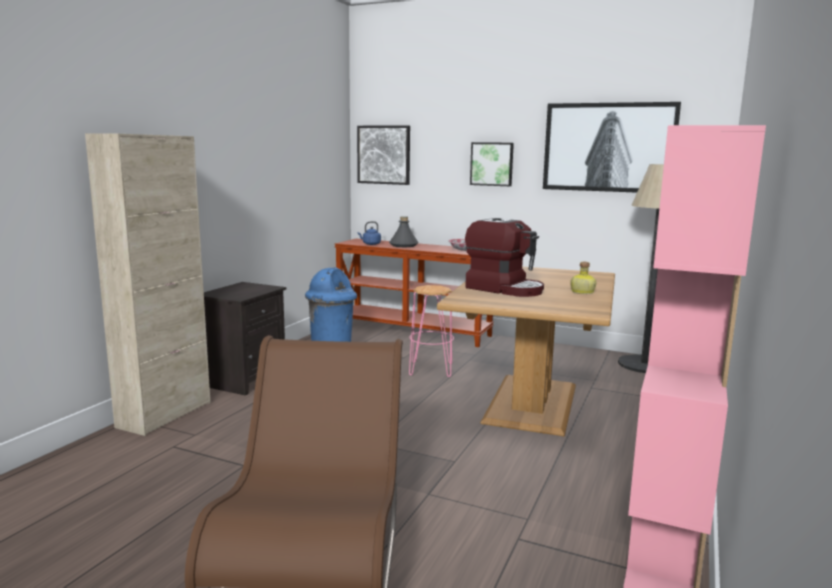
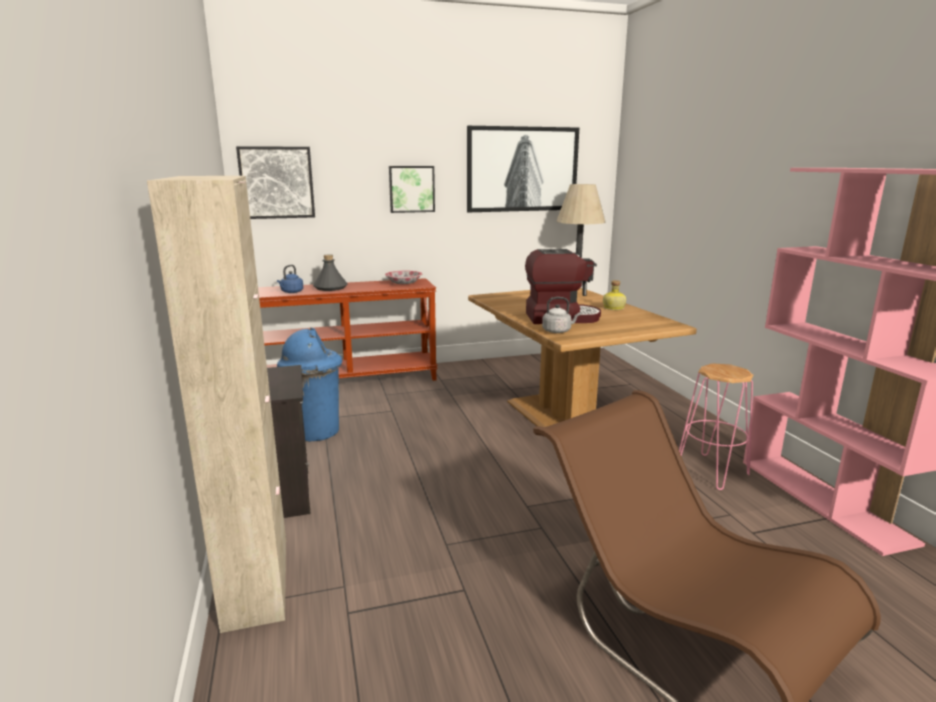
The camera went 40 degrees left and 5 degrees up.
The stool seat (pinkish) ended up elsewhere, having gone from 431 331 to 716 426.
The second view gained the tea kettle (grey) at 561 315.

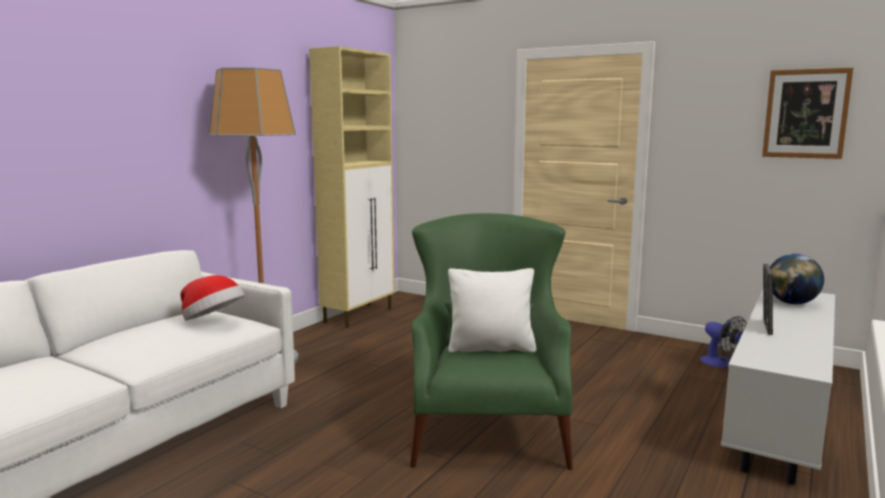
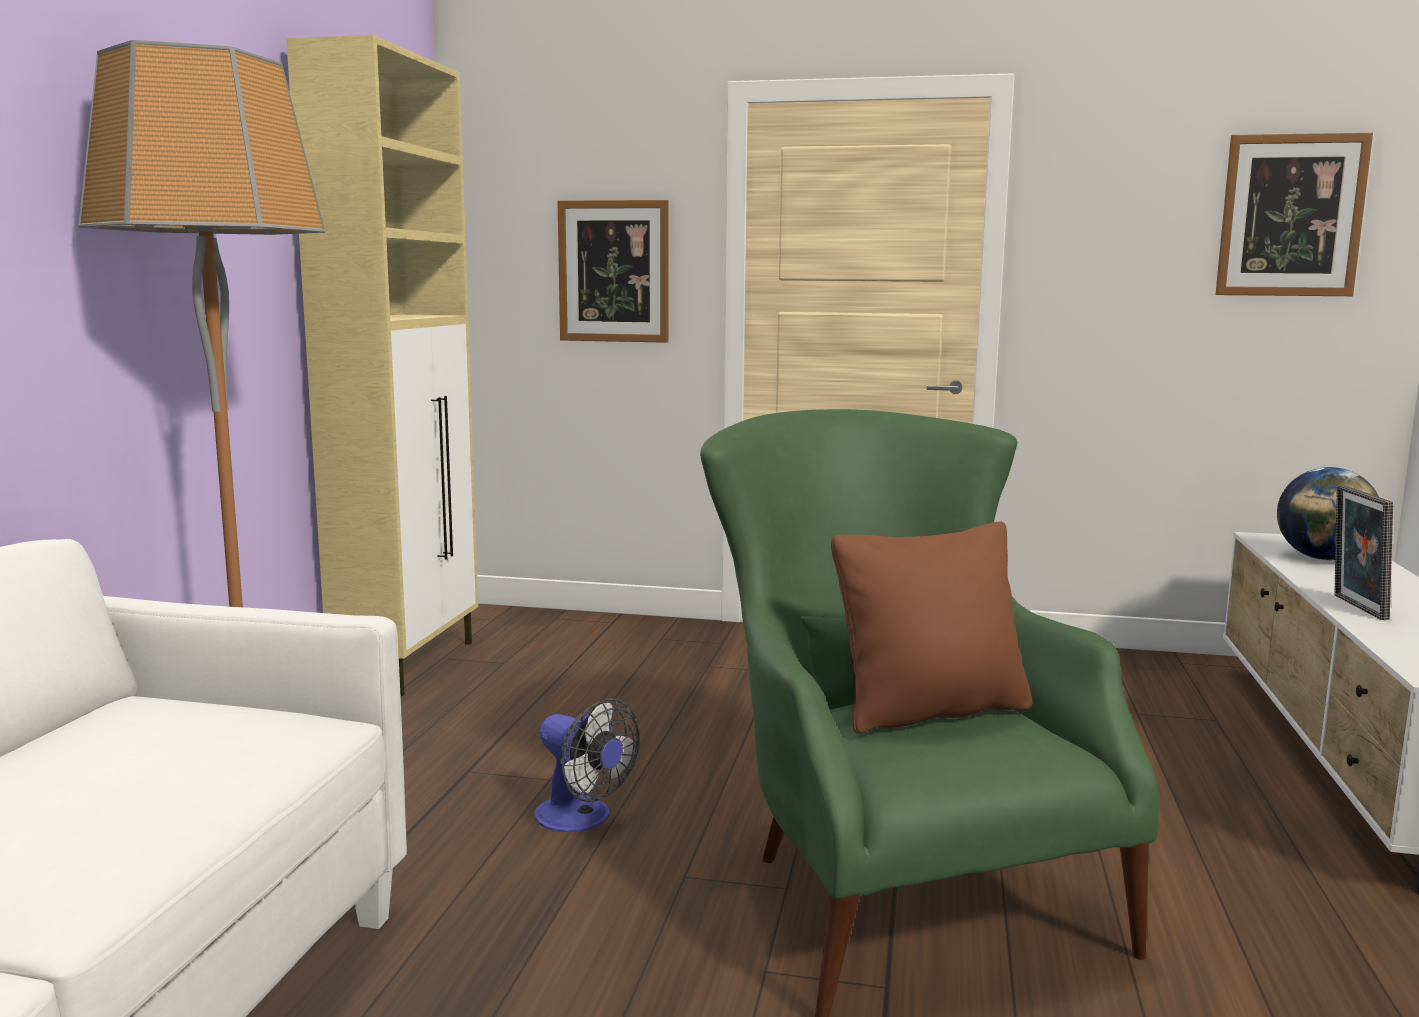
The camera went 20 degrees left and 0 degrees up.
What was the pillow (white-coloured) at 492 310 turned into the pillow (brown-coloured) at 932 628.
The second view lost the hat at 213 297.
The cooling fan ended up elsewhere, having gone from 723 341 to 586 765.
The second view gained the wall art at 613 271.

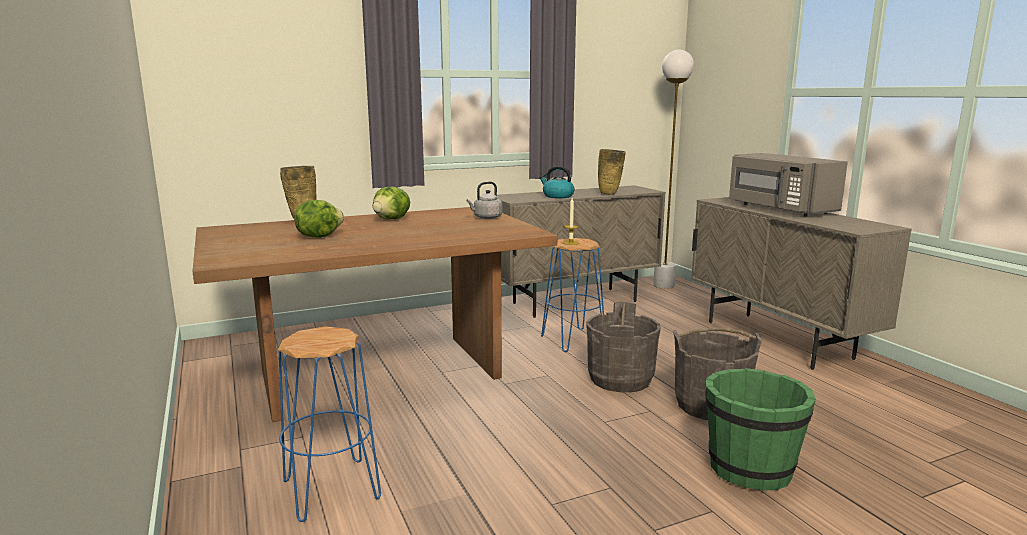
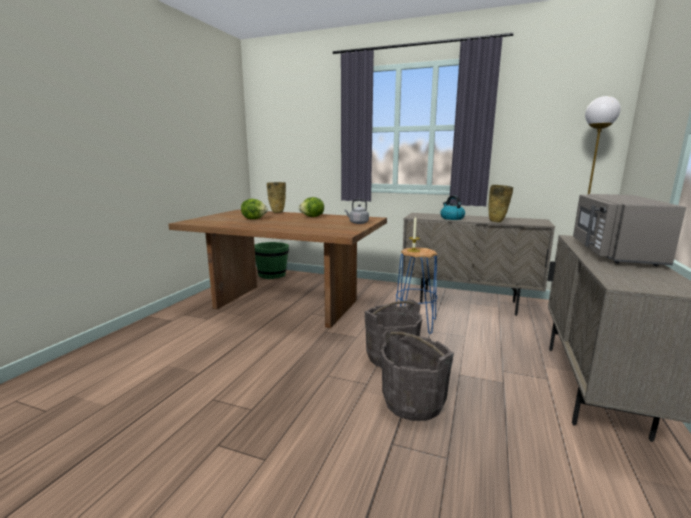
The camera went 45 degrees right and 0 degrees up.
The second view lost the stool seat (blue) at 329 424.
The pail (green) ended up elsewhere, having gone from 760 429 to 271 260.

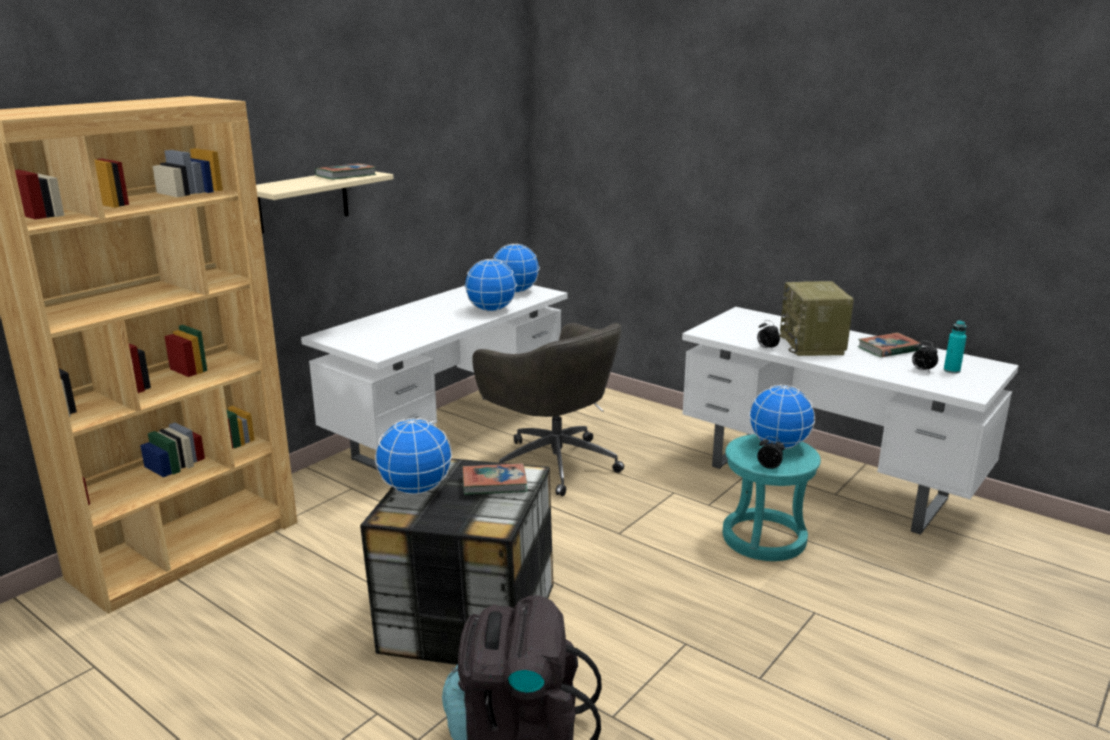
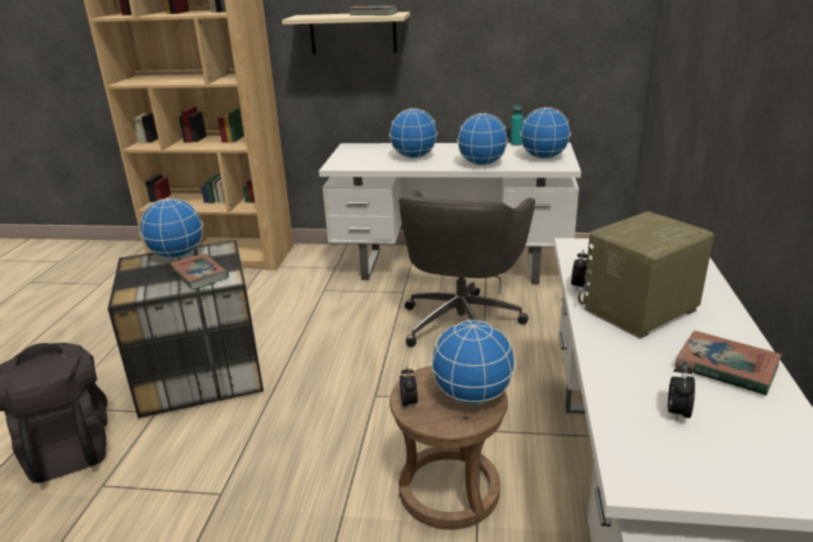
The camera went 60 degrees right and 5 degrees up.
The beverage bottle (turquoise) ended up elsewhere, having gone from 955 347 to 517 125.
What was the stool seat (turquoise) at 772 497 turned into the stool seat (brown-coloured) at 449 448.
The second view gained the desk globe at 413 133.

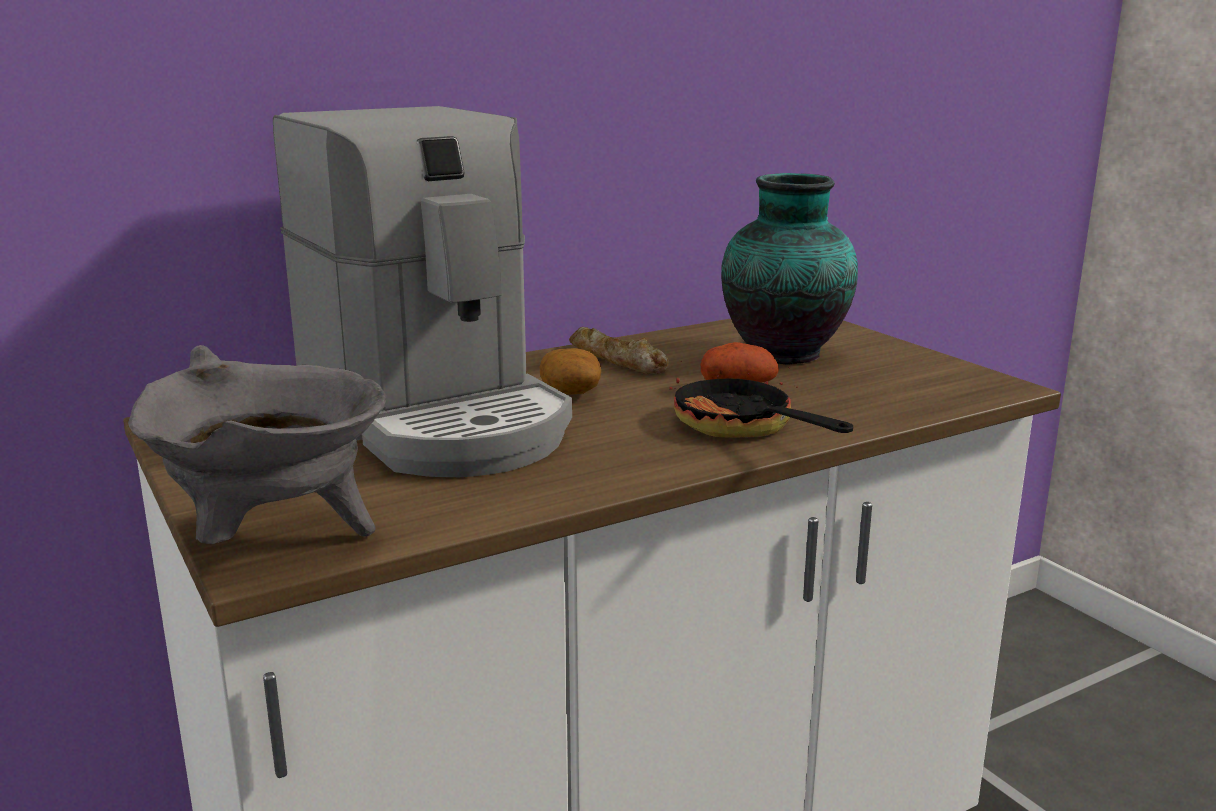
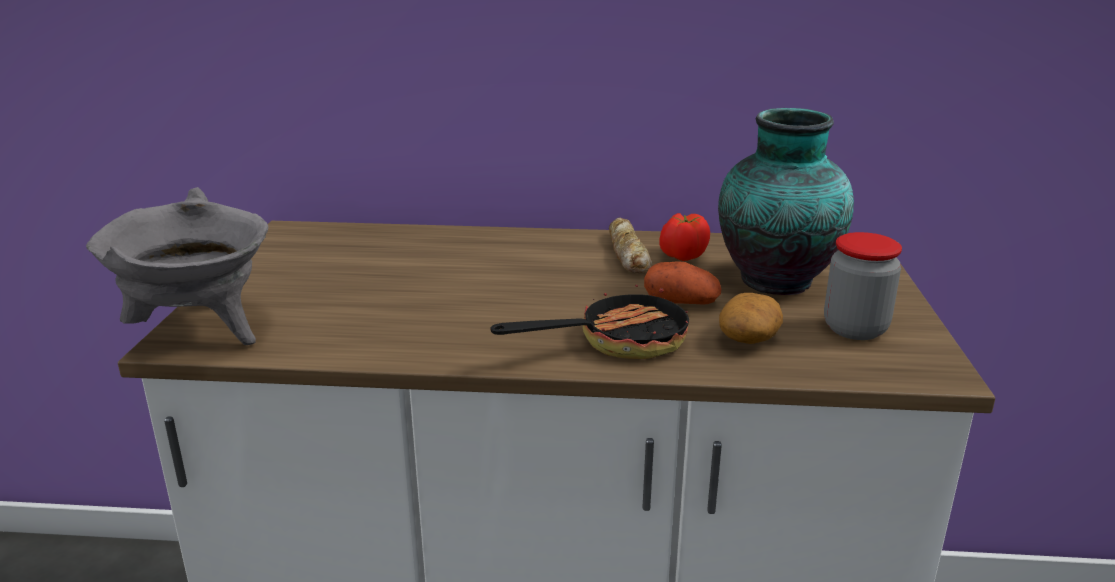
The camera went 35 degrees right and 5 degrees up.
The second view lost the coffee maker at 422 291.
The whole potato ended up elsewhere, having gone from 570 371 to 751 318.
The frying pan at 761 399 ended up facing another way, 60 degrees clockwise from before.
The second view gained the fresh tomato at 684 237.
The second view gained the storage jar at 863 286.

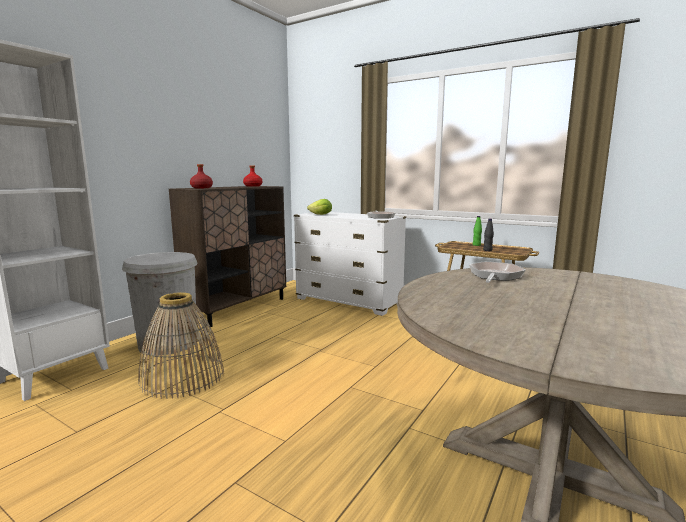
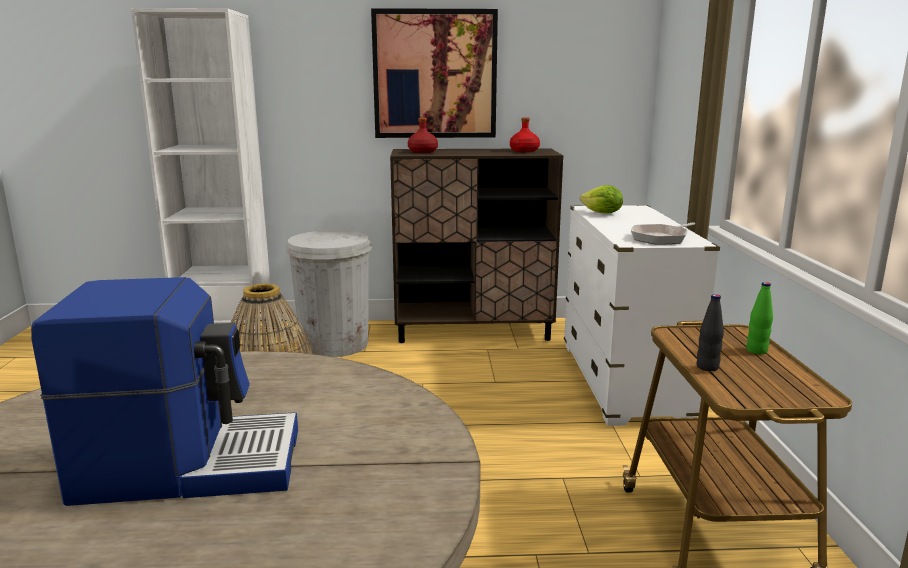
The camera went 55 degrees right and 5 degrees up.
The second view lost the frying pan at 497 272.
The second view gained the wall art at 434 73.
The second view gained the coffee maker at 164 391.

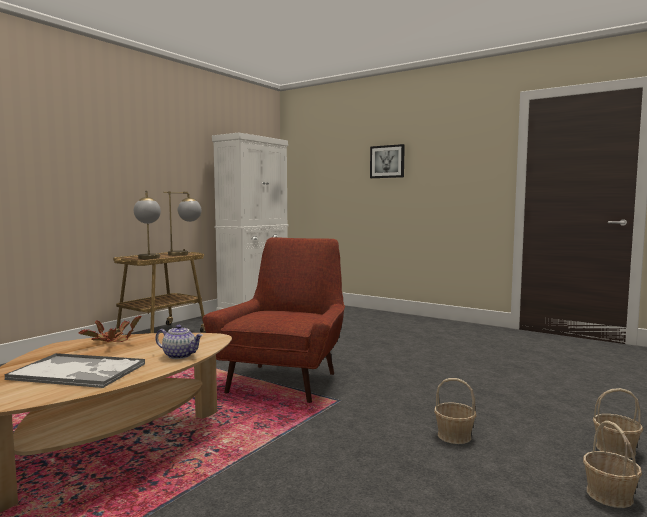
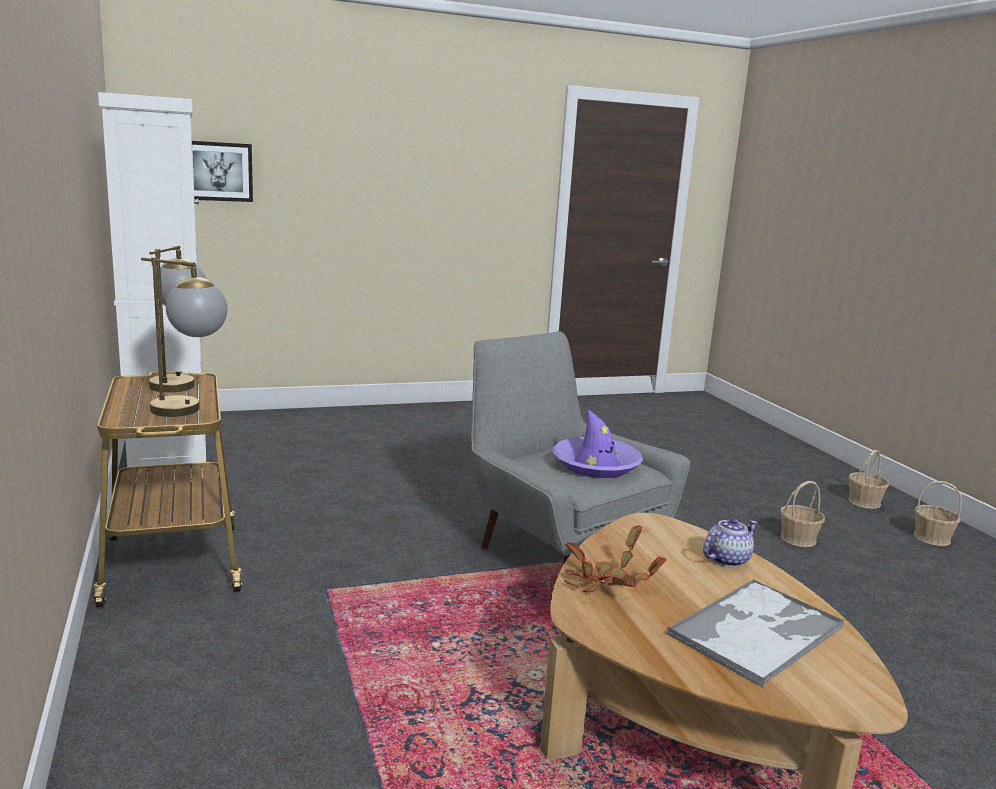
The camera went 55 degrees left and 10 degrees up.
The wall art ended up elsewhere, having gone from 387 161 to 222 171.
What was the easy chair (red) at 274 320 turned into the easy chair (grey) at 580 448.
The second view gained the hat (purplish) at 597 443.

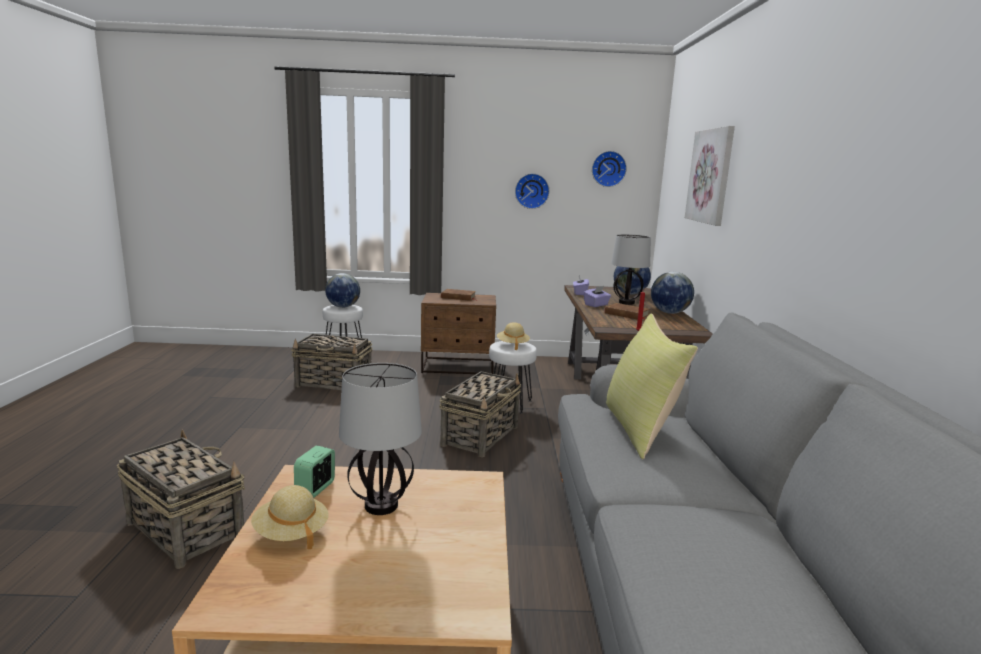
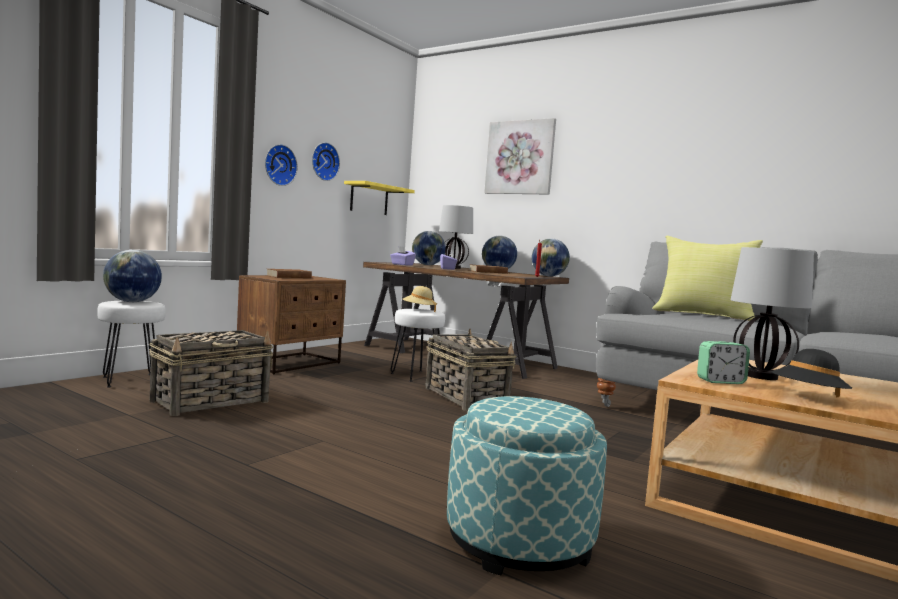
The camera went 55 degrees left and 10 degrees down.
The wall clock ended up elsewhere, having gone from 609 169 to 281 165.
Where the storage basket stood at 181 499, the pouffe came to stand at 527 485.
The alarm clock at 314 472 ended up facing another way, 60 degrees counterclockwise from before.
What was the hat (beige) at 290 517 turned into the hat (blackish) at 811 373.
The second view gained the bracket shelf (yellow) at 379 198.
The second view gained the desk globe at 551 257.

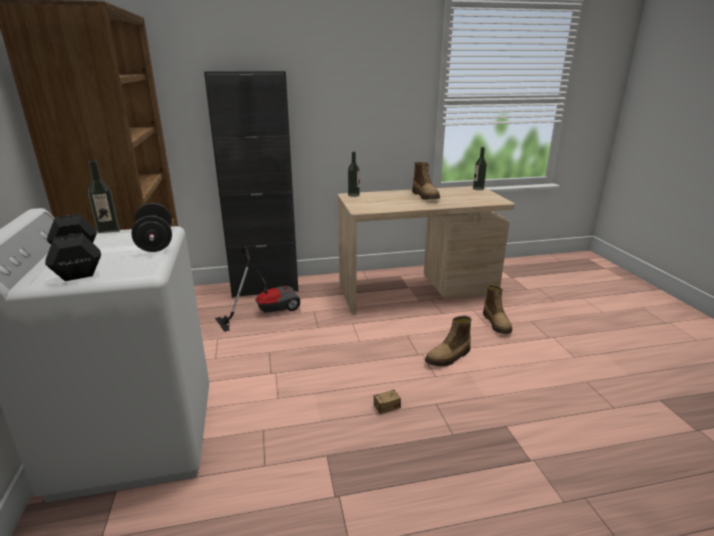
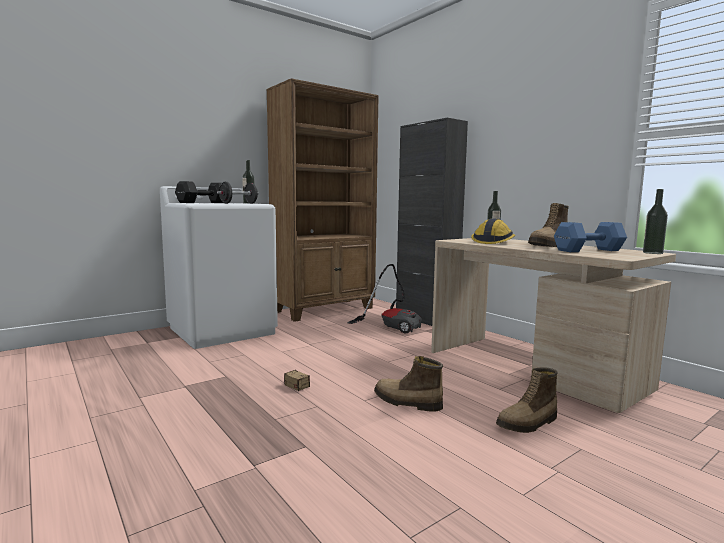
The camera went 65 degrees right and 15 degrees down.
The second view gained the hard hat at 493 231.
The second view gained the free weight (blue) at 590 237.

